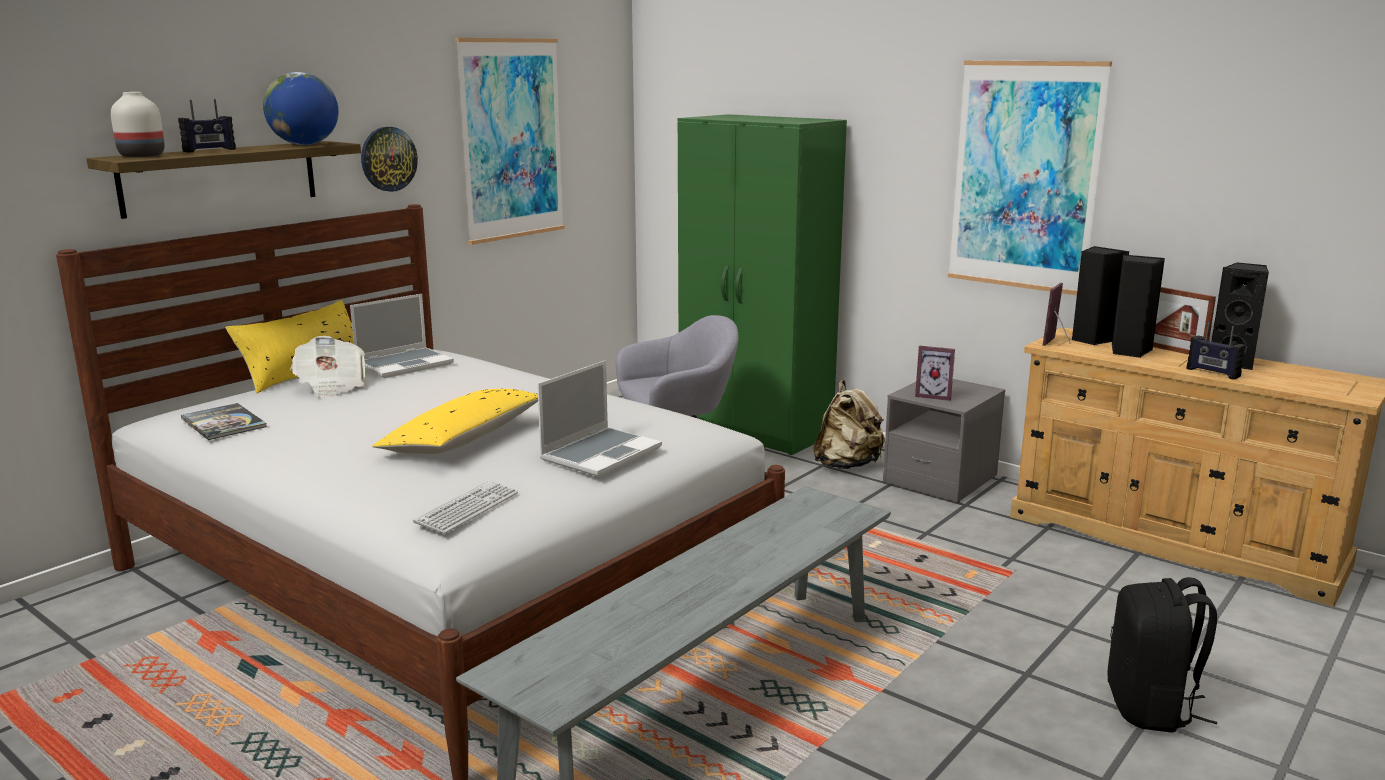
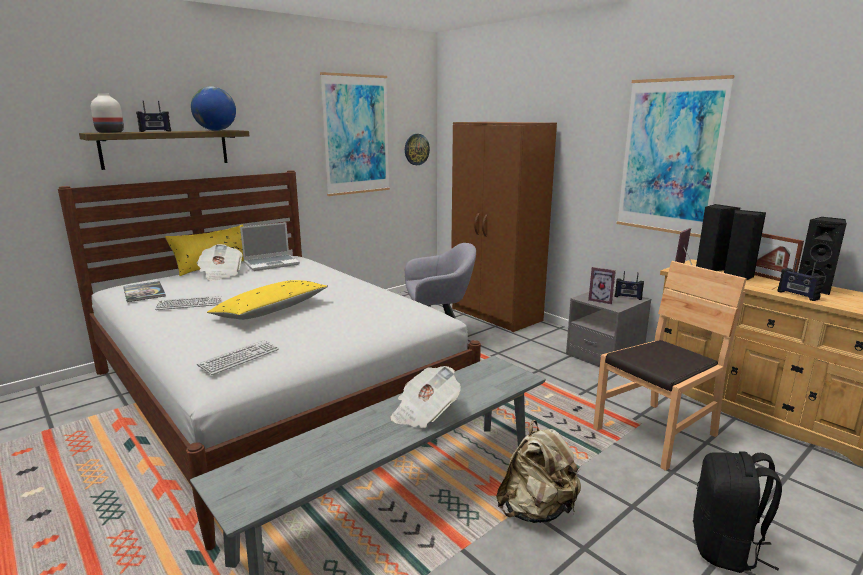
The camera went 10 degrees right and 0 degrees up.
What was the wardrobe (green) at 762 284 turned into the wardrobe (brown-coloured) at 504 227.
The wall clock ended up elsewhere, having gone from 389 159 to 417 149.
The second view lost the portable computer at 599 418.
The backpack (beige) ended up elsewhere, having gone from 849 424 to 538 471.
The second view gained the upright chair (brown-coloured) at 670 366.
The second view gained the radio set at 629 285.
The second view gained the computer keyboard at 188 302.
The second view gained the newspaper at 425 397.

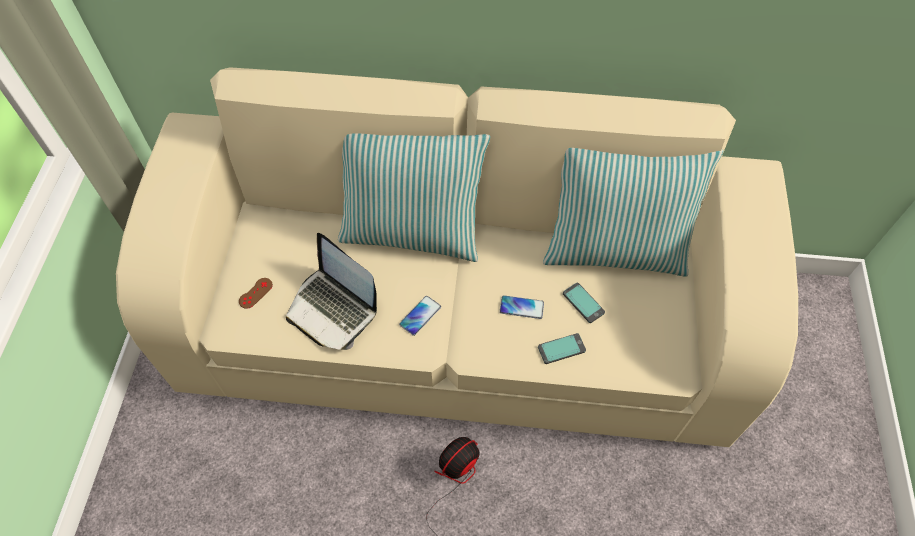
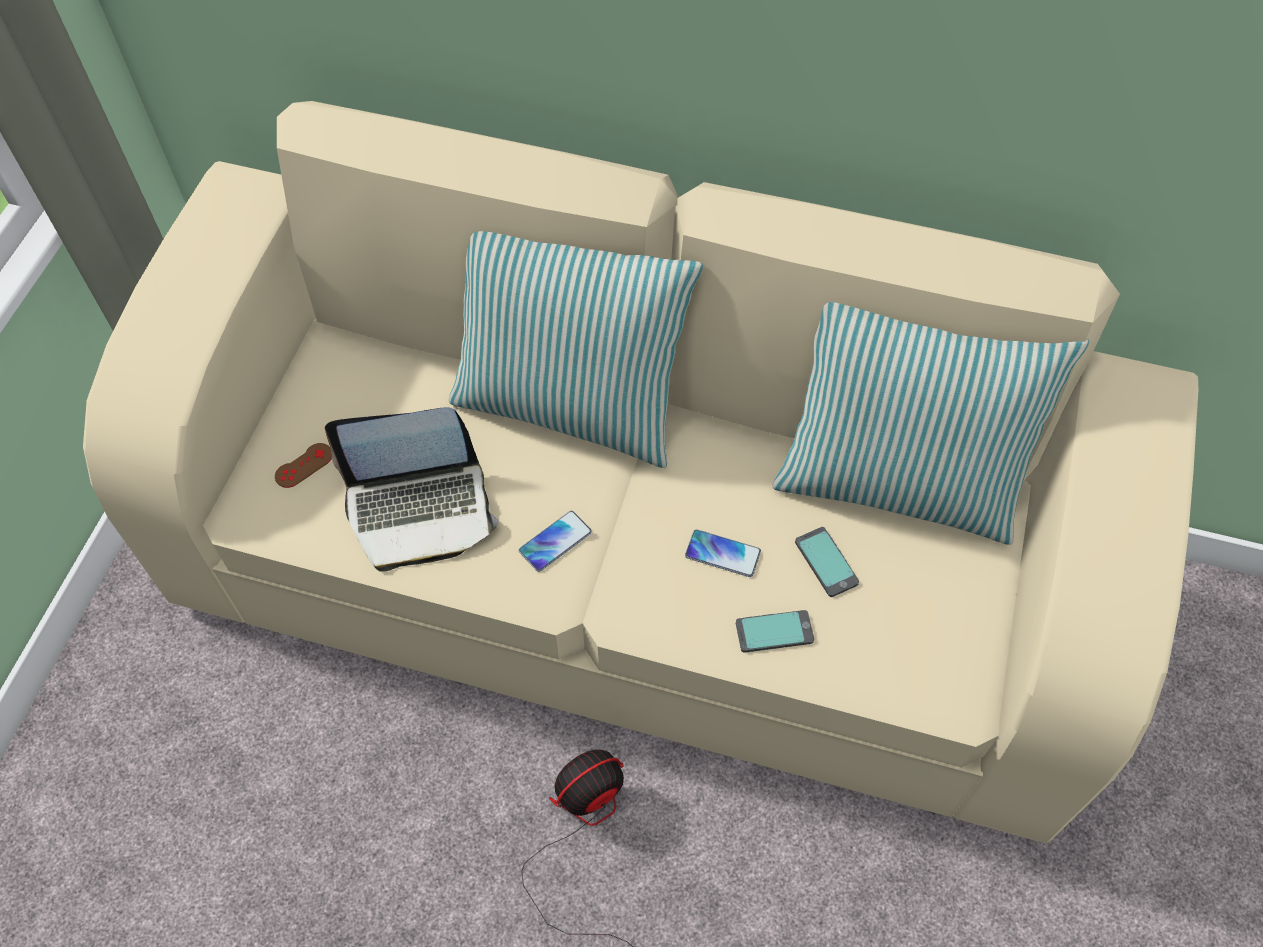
The camera went 10 degrees right and 0 degrees up.
The portable computer at 331 291 ended up facing another way, 60 degrees counterclockwise from before.

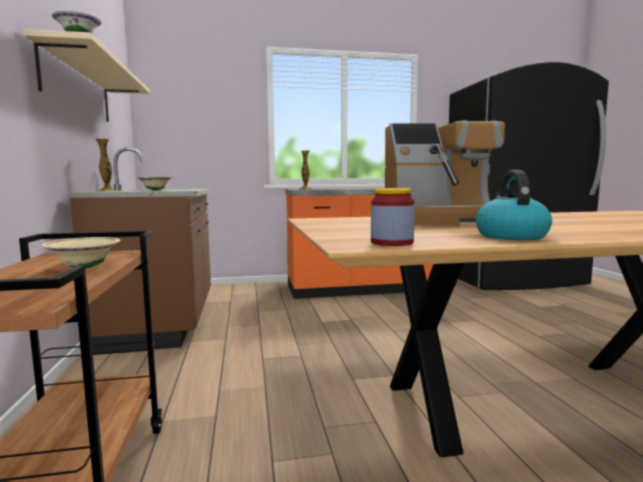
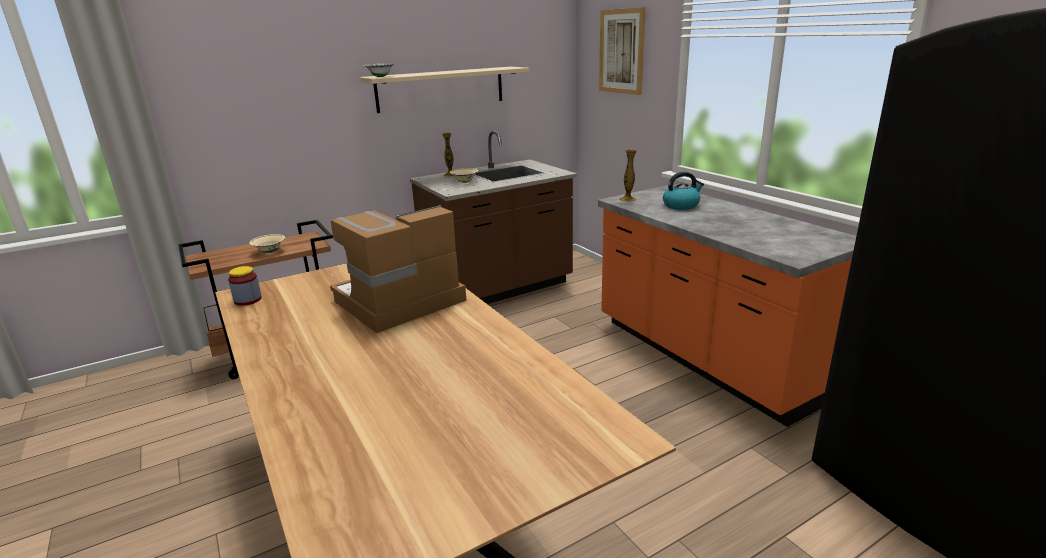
The camera went 70 degrees right and 15 degrees up.
The coffee maker at 445 173 ended up facing another way, 75 degrees clockwise from before.
The tea kettle ended up elsewhere, having gone from 513 205 to 683 191.
The second view gained the wall art at 622 51.

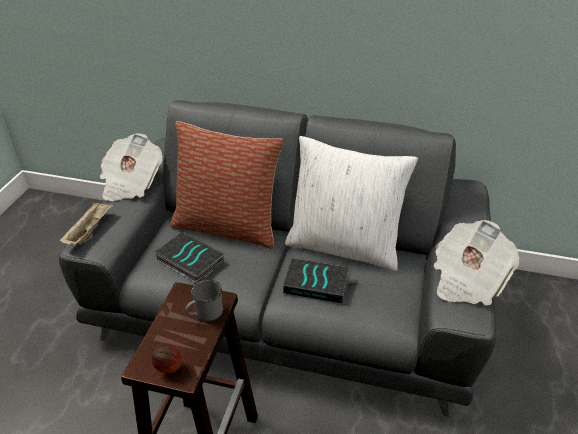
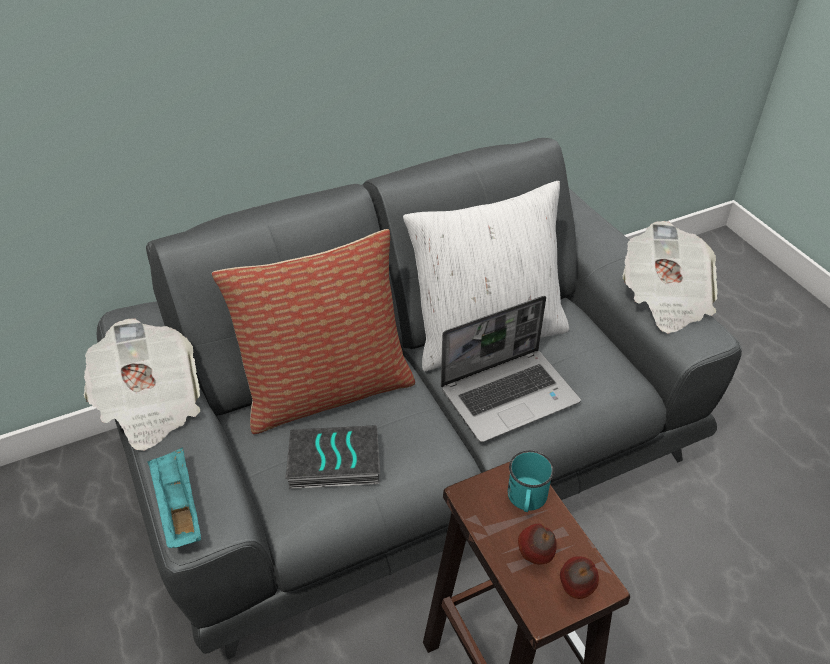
The camera went 40 degrees left and 5 degrees up.
What was the serving tray (beige) at 86 224 turned into the serving tray (turquoise) at 174 498.
Where the book stood at 316 280, the portable computer came to stand at 511 369.
What was the mug (grey) at 204 300 turned into the mug (turquoise) at 531 481.
The second view gained the apple at 537 544.

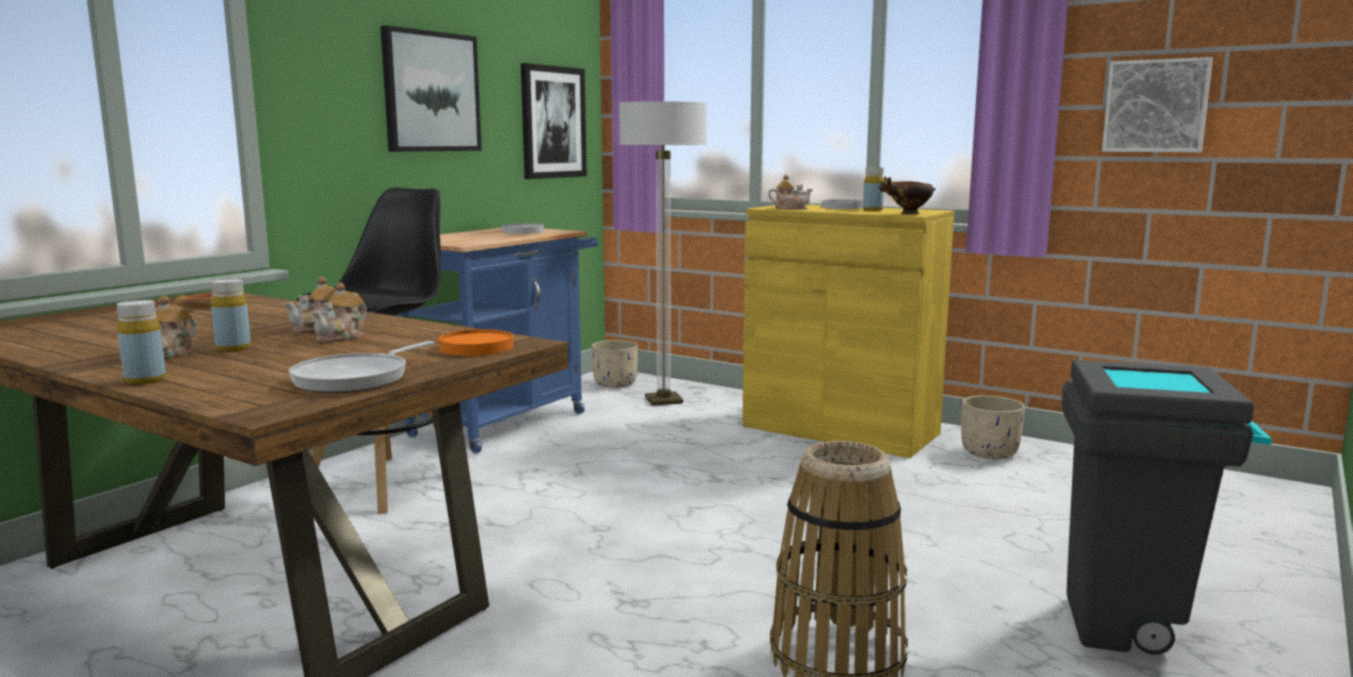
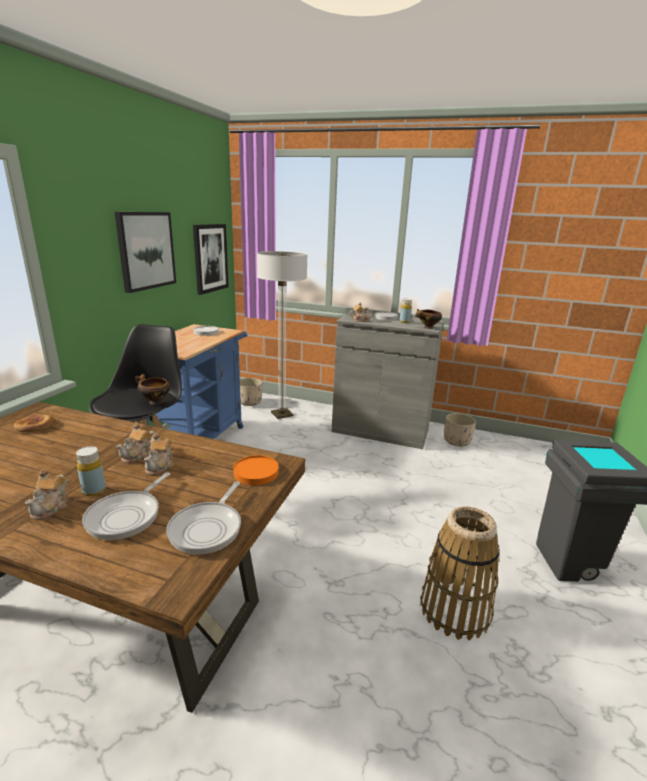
The camera went 15 degrees left and 10 degrees up.
The second view lost the wall art at 1157 104.
What was the cupboard (yellow) at 848 331 turned into the cupboard (grey) at 388 380.
The second view lost the beverage bottle (yellow) at 141 342.
The second view gained the deep dish at 152 389.
The second view gained the frying pan at 126 506.

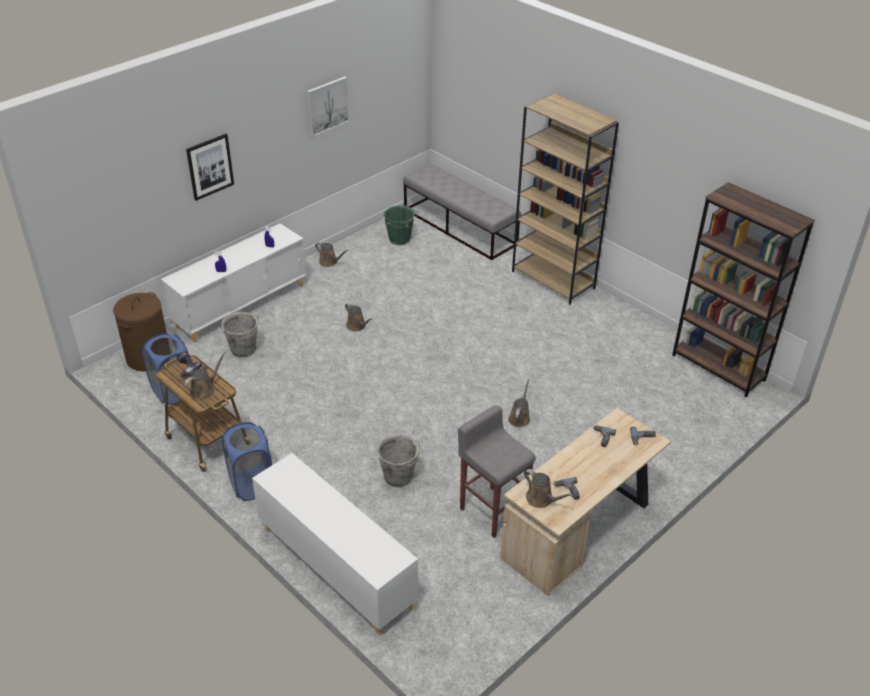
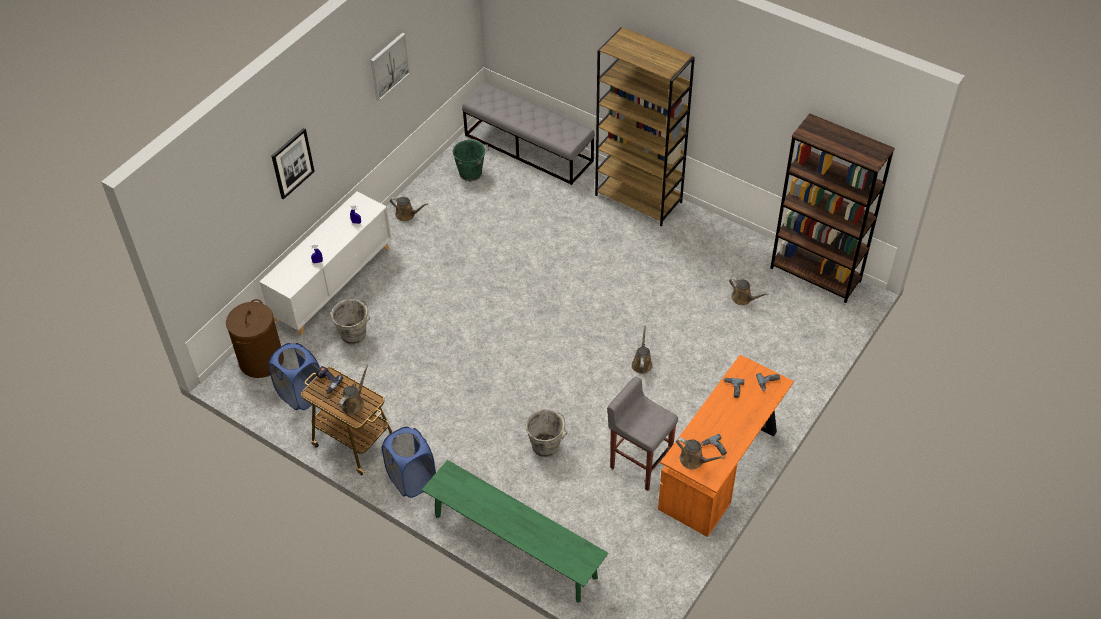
The camera went 10 degrees left and 10 degrees up.
The watering can (brown-coloured) ended up elsewhere, having gone from 358 317 to 749 291.
What was the desk table (beige) at 585 502 turned into the desk table (orange) at 726 446.
Where the cupboard (white-coloured) stood at 335 544, the indoor bench (green) came to stand at 515 531.

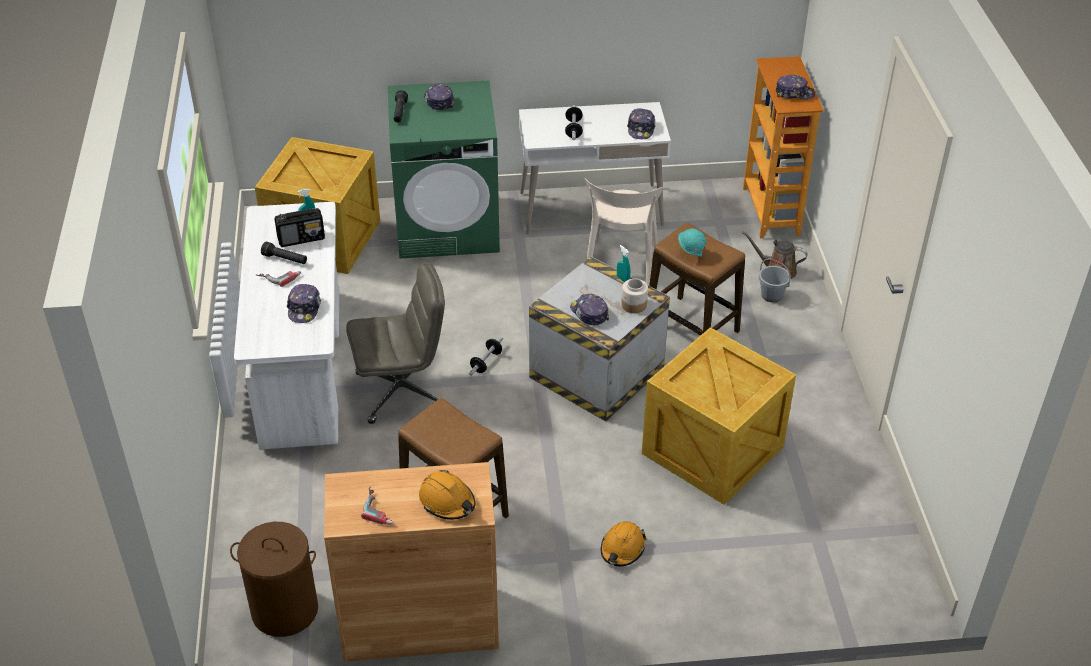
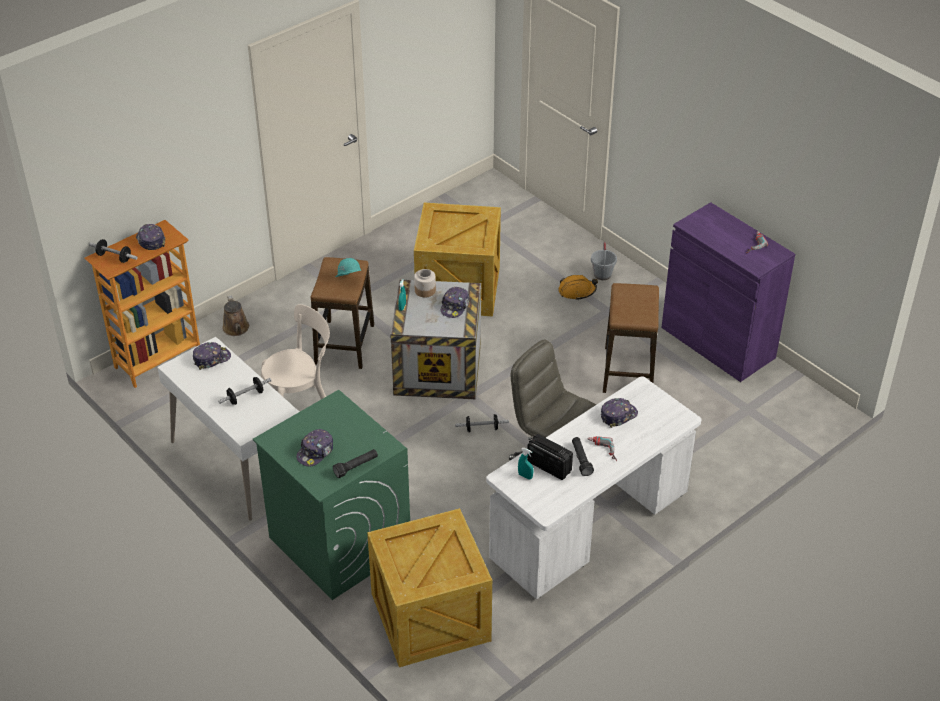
The camera went 125 degrees left and 0 degrees up.
The pail (grey) ended up elsewhere, having gone from 775 280 to 604 260.
What was the cupboard (brown-coloured) at 411 562 turned into the cupboard (purplish) at 728 292.
The second view lost the hard hat (orange) at 447 495.
The second view lost the washing basket (brown-coloured) at 274 579.
The second view gained the free weight at 113 251.

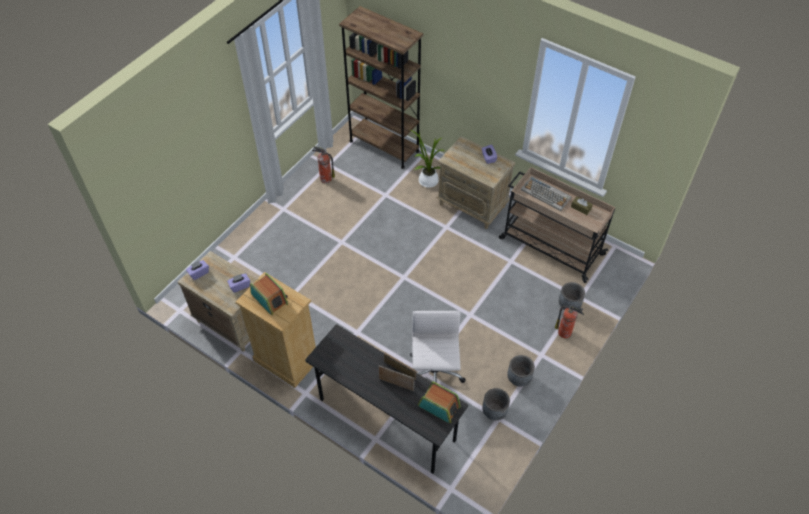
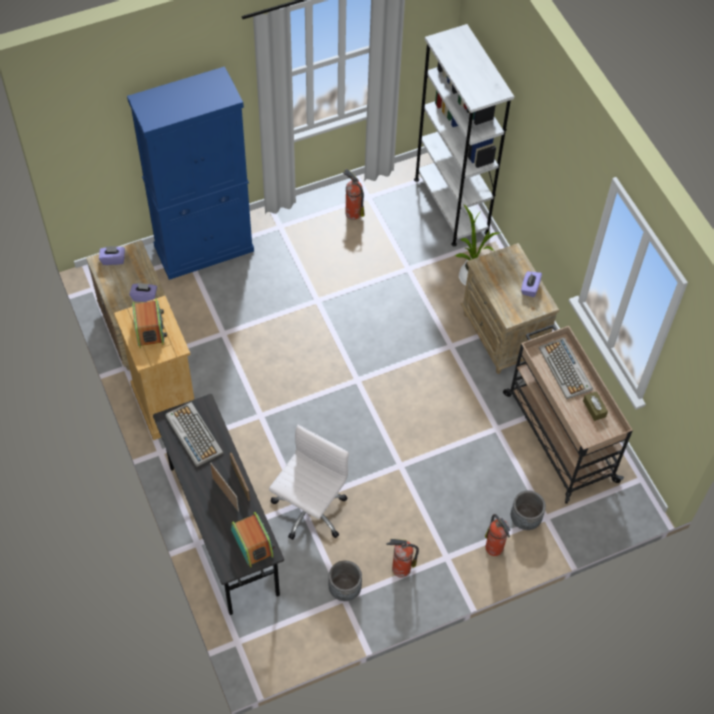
The camera went 30 degrees right and 5 degrees up.
What was the bookcase (brown-coloured) at 381 87 turned into the bookcase (white-coloured) at 464 135.
Where the flower pot (grey) stood at 521 371, the extinguisher came to stand at 403 558.
The second view gained the cupboard (blue) at 190 173.
The second view gained the computer keyboard at 194 434.

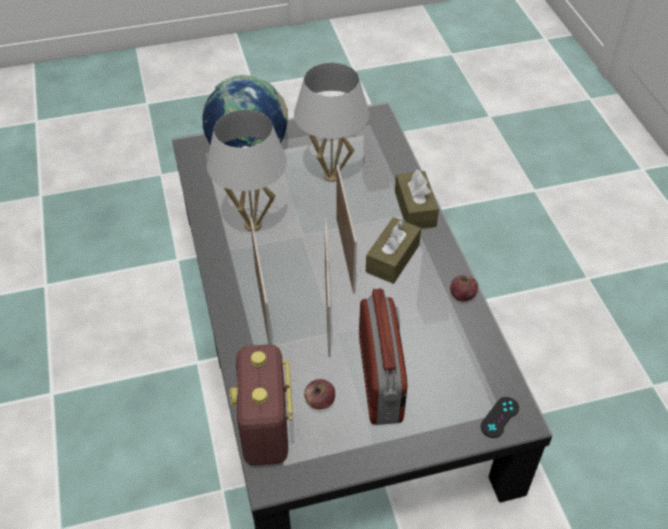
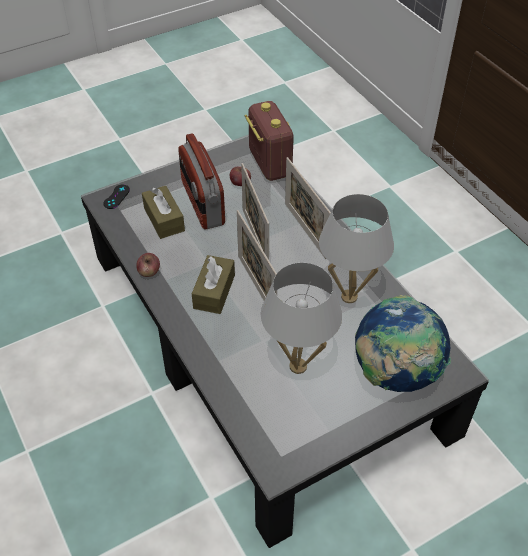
The camera went 165 degrees right and 0 degrees up.
The tissue box (brown-coloured) ended up elsewhere, having gone from 417 199 to 163 212.

